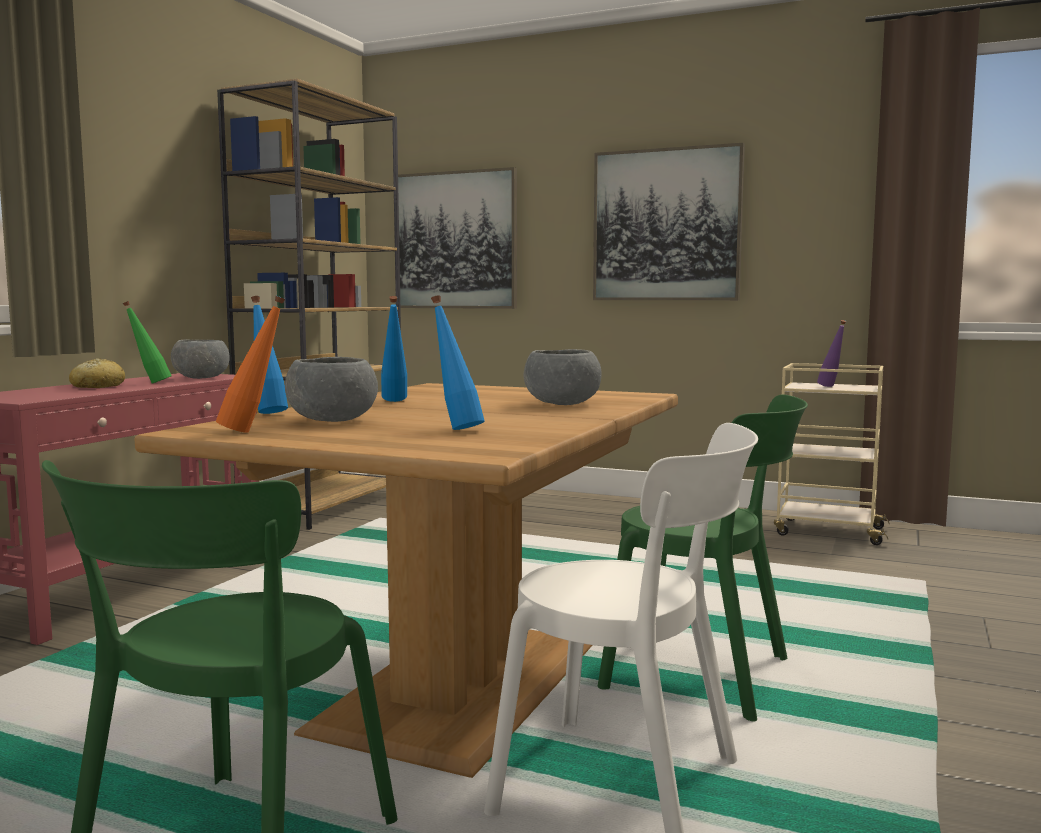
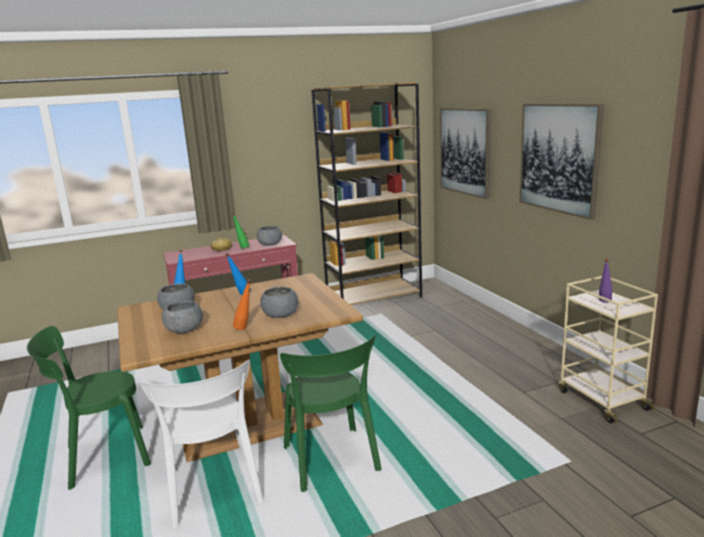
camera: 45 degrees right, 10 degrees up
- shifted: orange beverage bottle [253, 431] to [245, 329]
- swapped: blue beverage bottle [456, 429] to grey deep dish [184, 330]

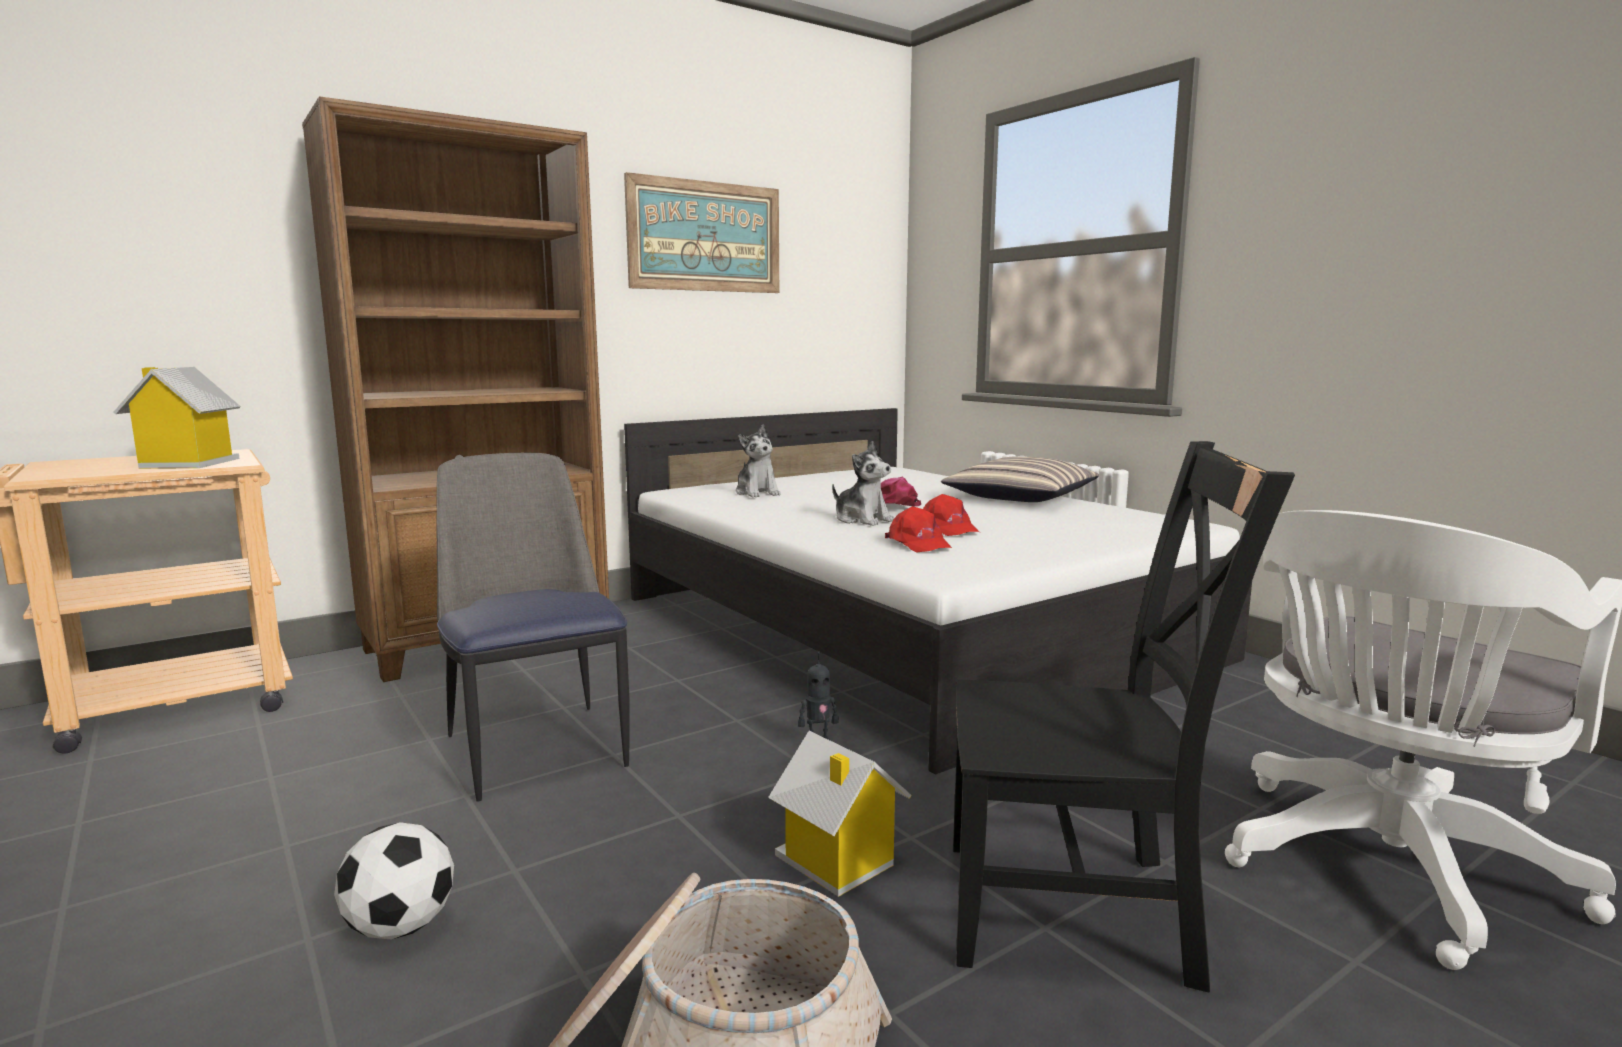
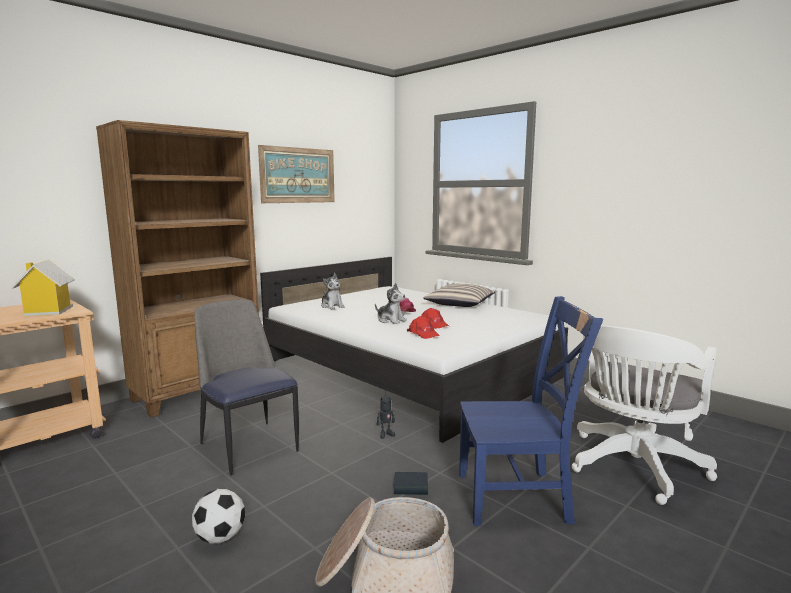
camera: 10 degrees left, 0 degrees up
- swapped: toy house [836, 863] to bound book [410, 487]
- repainted: black plain chair [1079, 911] to blue plain chair [518, 497]

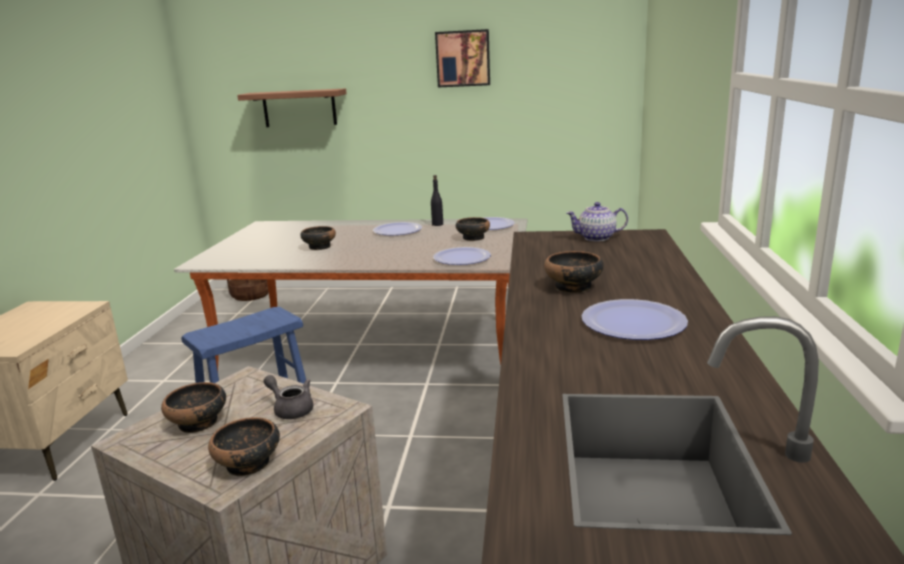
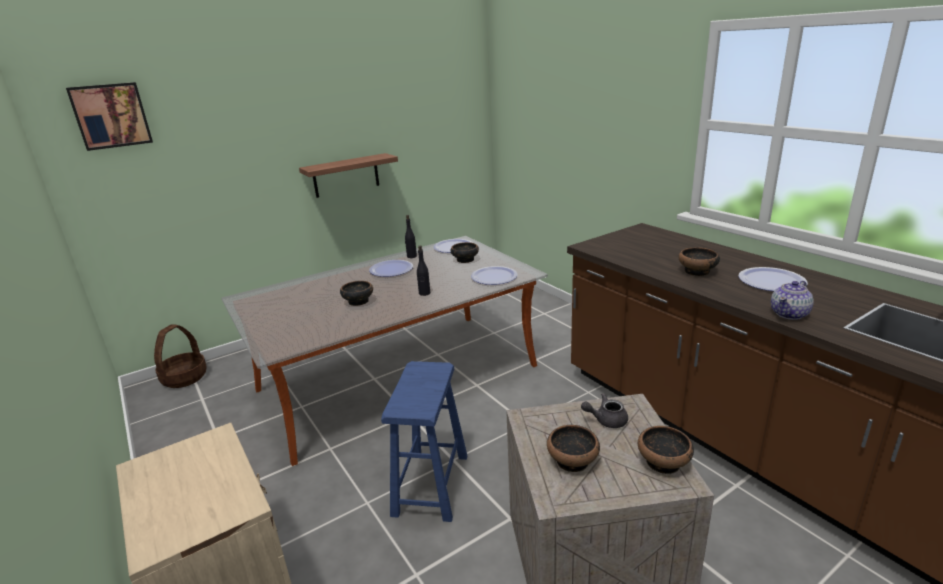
camera: 40 degrees left, 5 degrees up
- shifted: wall shelf [299, 108] to [346, 175]
- shifted: picture [463, 58] to [111, 116]
- shifted: teapot [597, 238] to [789, 314]
- new: black beverage bottle [424, 293]

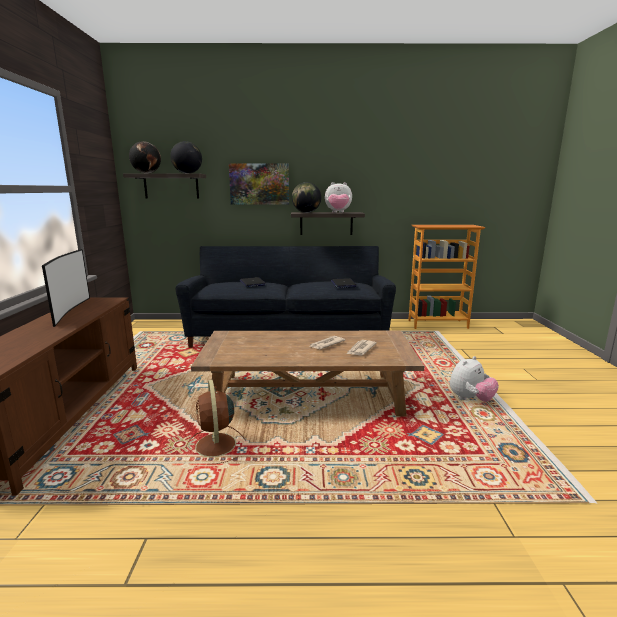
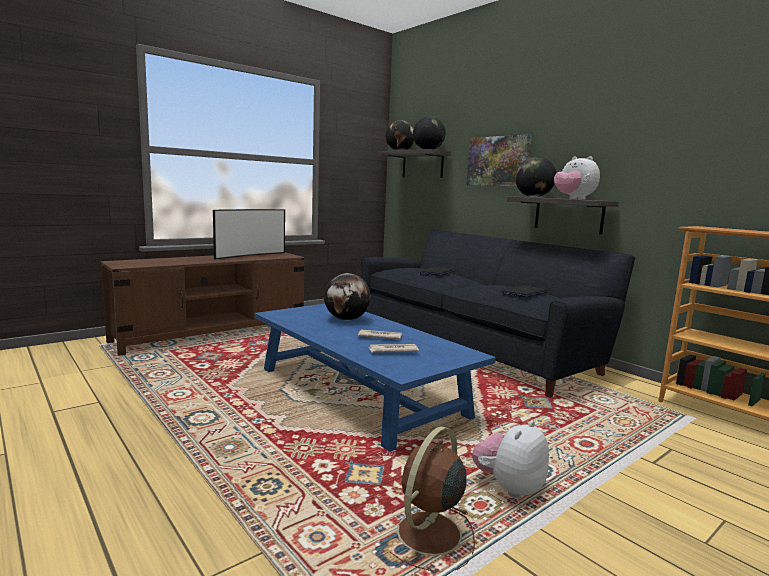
camera: 50 degrees right, 5 degrees down
- shifted: brown electric fan [216, 446] to [427, 535]
- repainted: brown coffee table [308, 394] to blue coffee table [360, 392]
- rotated: cuddly toy [470, 399] = [509, 488] 120 degrees clockwise
- new: globe [347, 319]

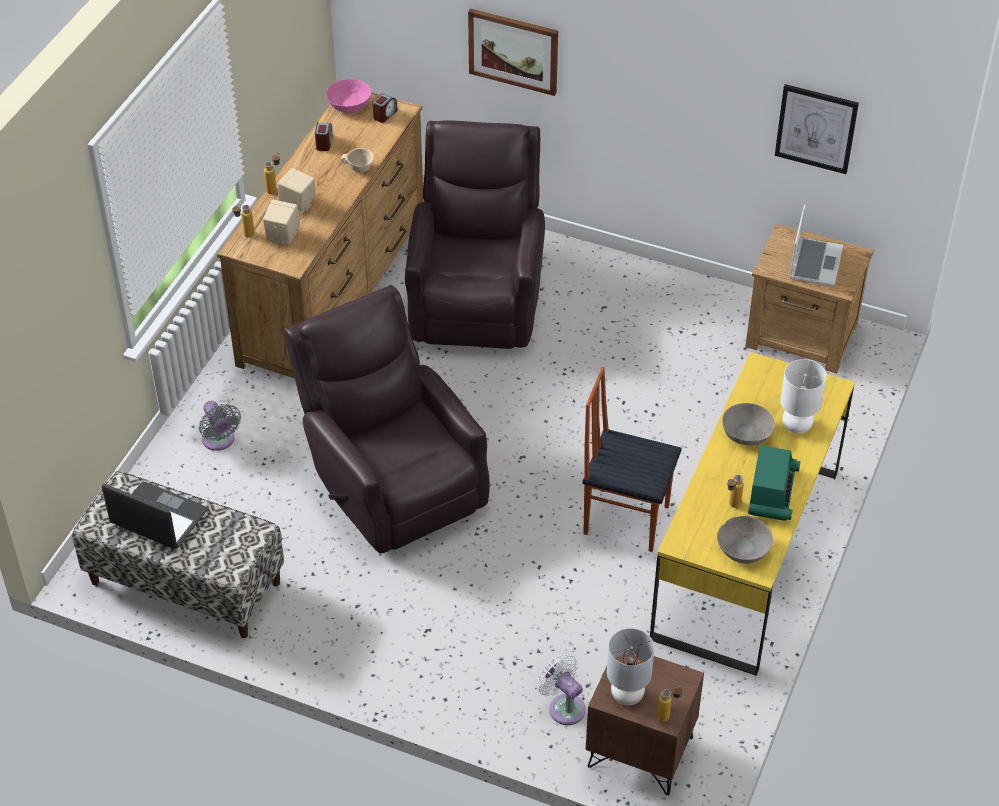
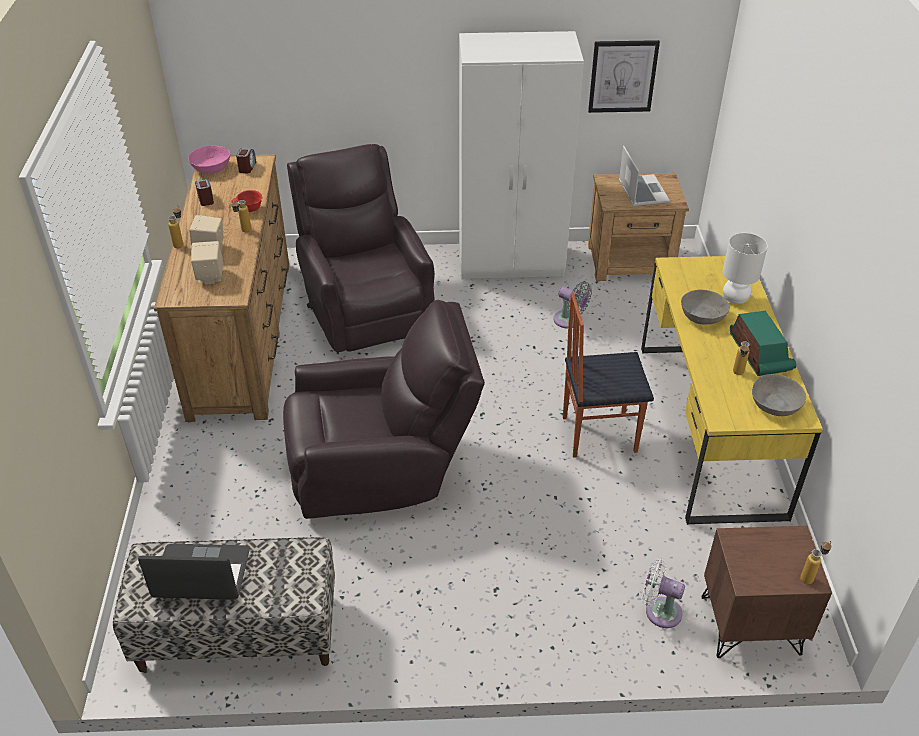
camera: 25 degrees left, 5 degrees down
- shifted: grey electric fan [219, 441] to [569, 321]
- shifted: beverage bottle [245, 235] to [243, 232]
- rotated: brown lounge chair [391, 478] = [382, 468] 135 degrees clockwise
- repainted: beige-coloured deep dish [360, 169] to red deep dish [250, 210]
- gone: picture [513, 50]
- gone: grey lamp for a table [627, 695]
- new: white-coloured armoire [512, 262]

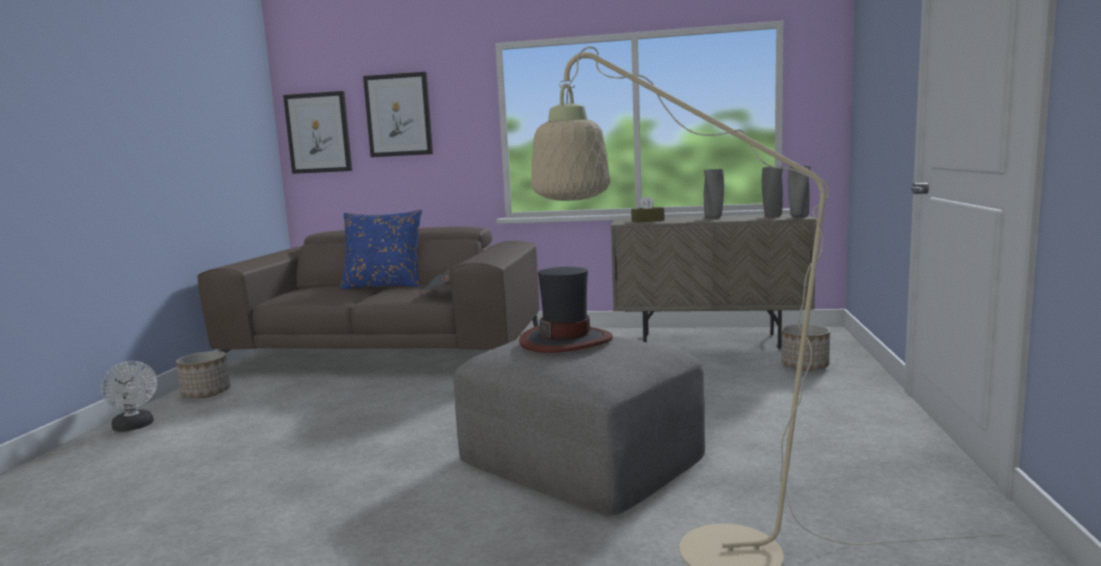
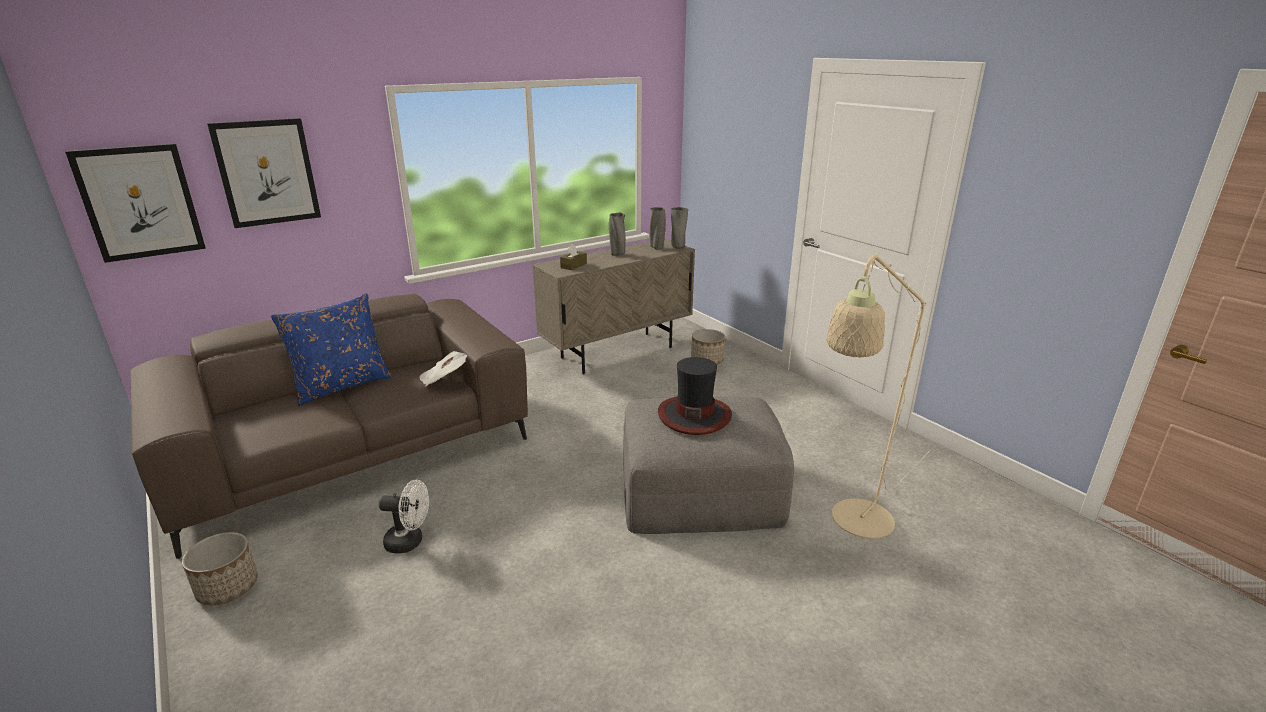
camera: 45 degrees left, 15 degrees up
- shifted: white-coloured electric fan [135, 427] to [410, 542]

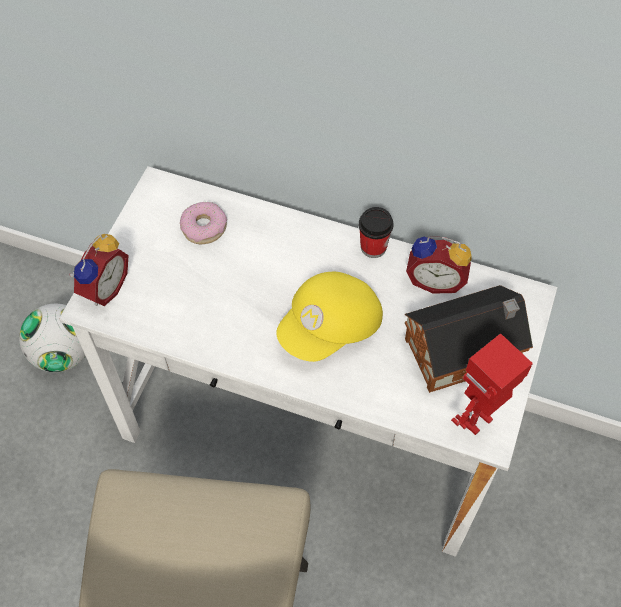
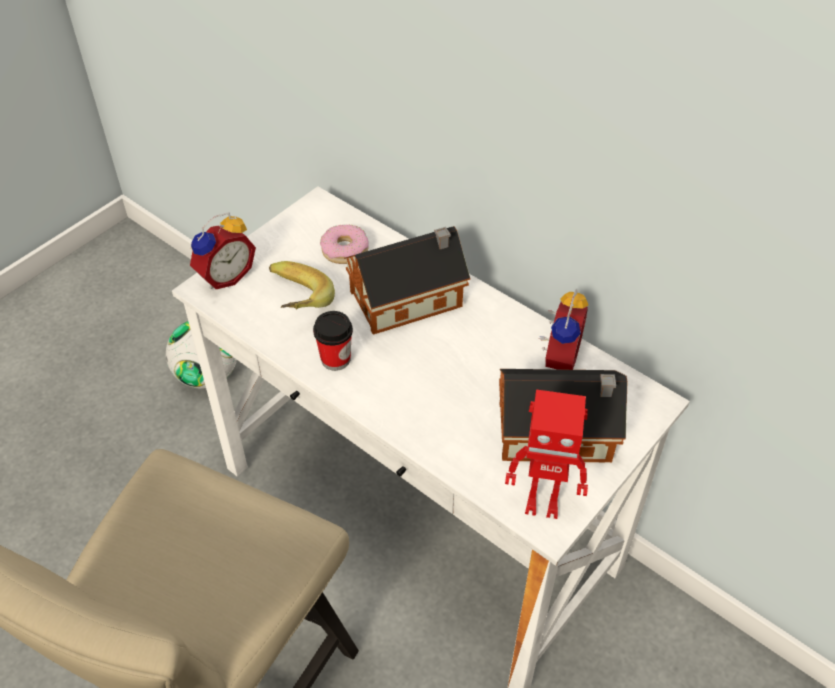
camera: 20 degrees right, 10 degrees down
- gone: yellow-coloured peaked cap [331, 328]
- shifted: drinking cup [373, 247] to [335, 359]
- rotated: alarm clock [435, 279] = [557, 357] 105 degrees counterclockwise
- rotated: model robot [477, 421] = [542, 503] 150 degrees counterclockwise
- new: banana [294, 304]
- new: toy house [411, 298]

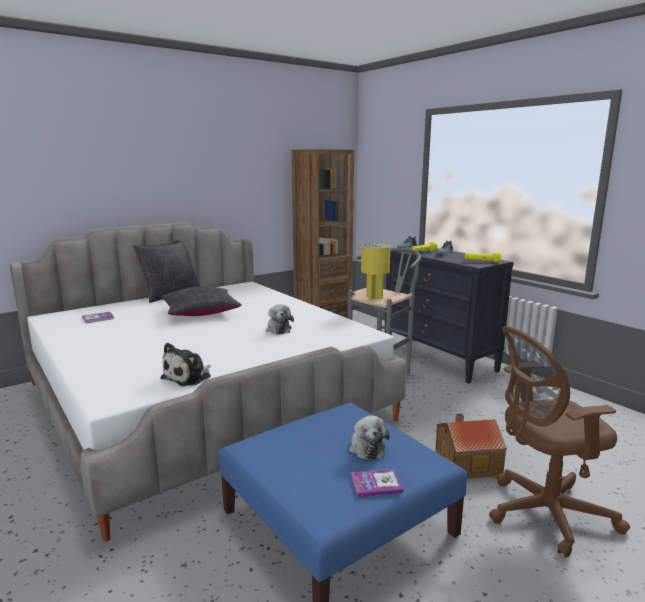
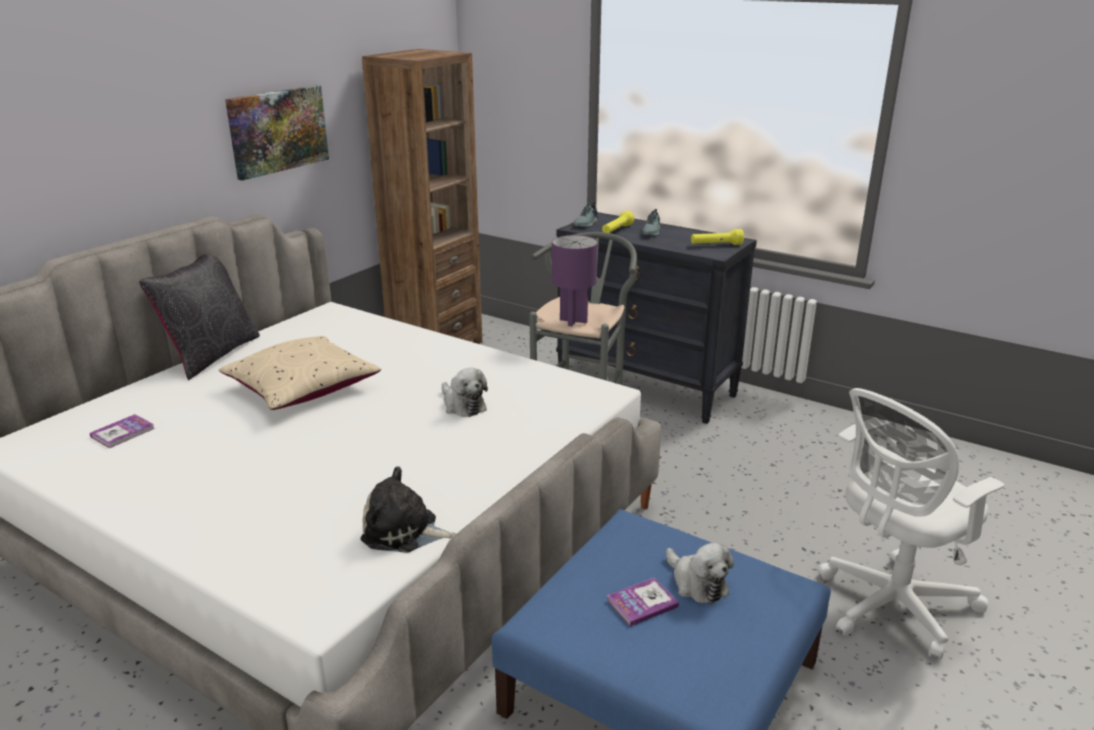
camera: 20 degrees left, 10 degrees up
- repainted: black cushion [200, 312] to beige-coloured cushion [303, 388]
- rotated: cuddly toy [189, 377] = [404, 532] 90 degrees clockwise
- shifted: bound book [376, 484] to [642, 603]
- repainted: yellow-coloured lamp for a table [374, 297] to purple lamp for a table [573, 321]
- gone: toy house [466, 462]
- repainted: brown office chair [543, 514] to white-coloured office chair [890, 607]
- new: picture [278, 130]

